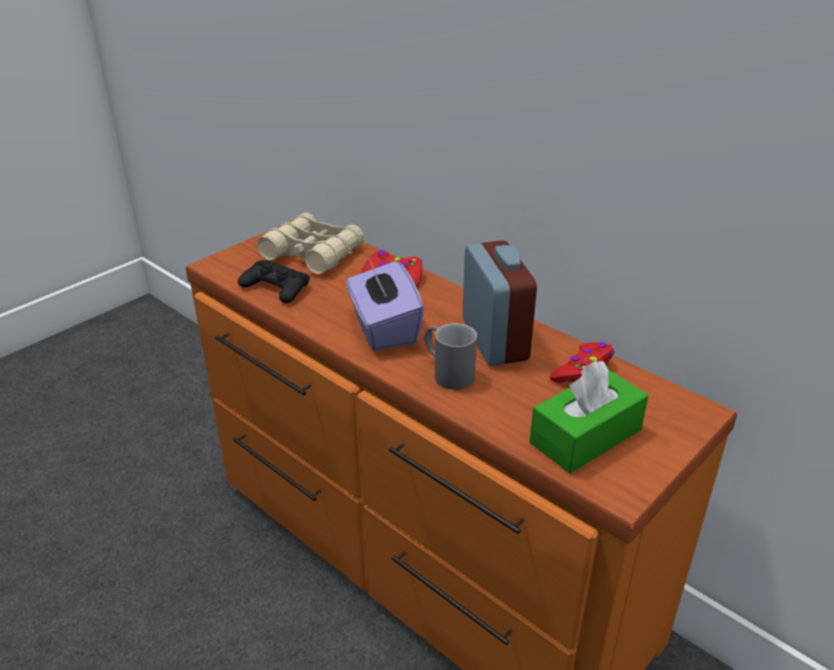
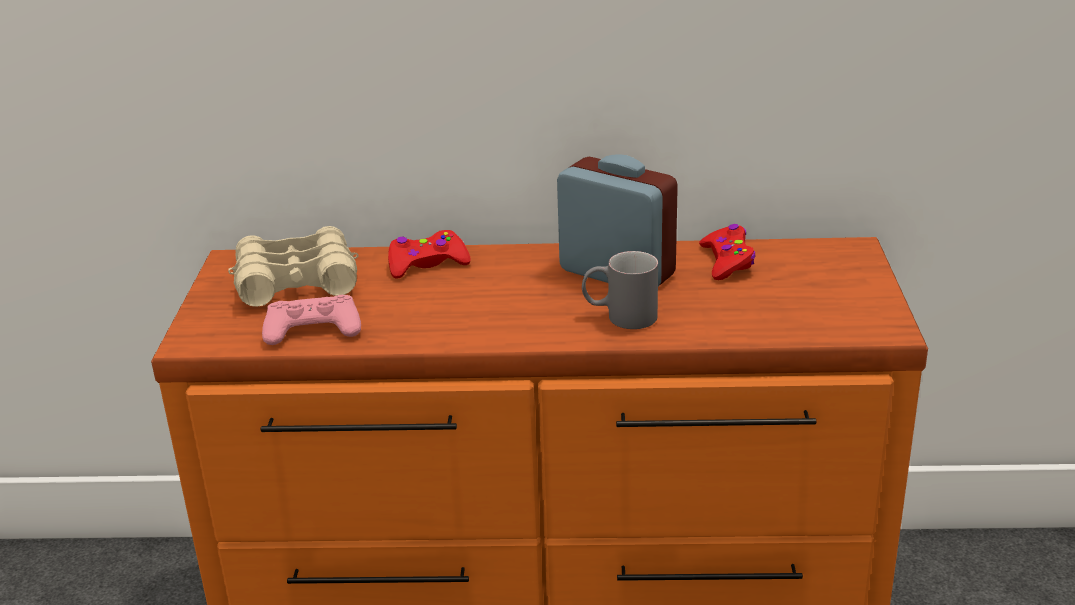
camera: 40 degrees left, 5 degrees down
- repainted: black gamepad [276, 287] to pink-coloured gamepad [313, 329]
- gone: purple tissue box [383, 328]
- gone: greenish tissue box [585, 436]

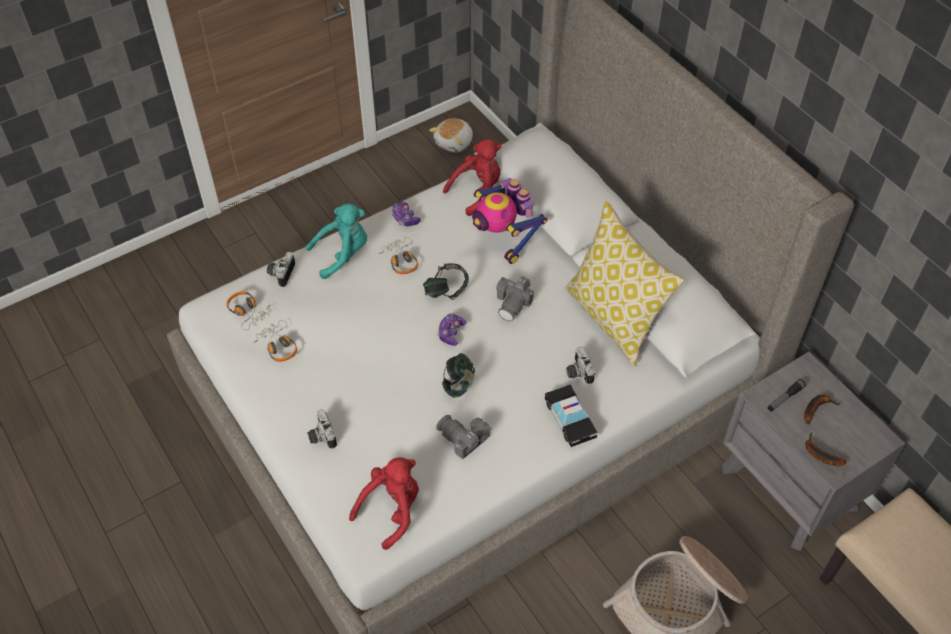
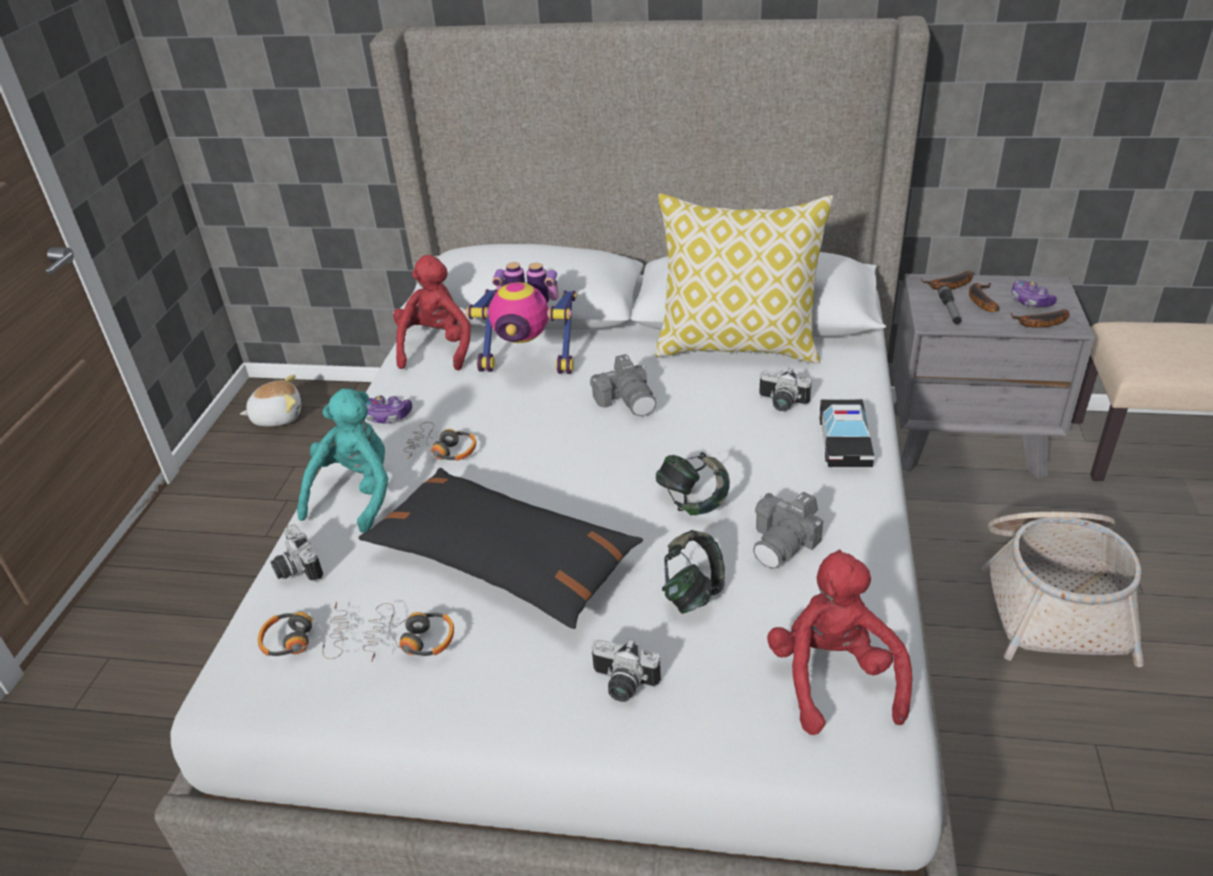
camera: 45 degrees left, 15 degrees down
- shifted: headphones [446, 292] to [693, 592]
- rotated: cuddly toy [454, 142] = [277, 416] 90 degrees counterclockwise
- rotated: still camera [463, 440] = [784, 543] 45 degrees counterclockwise
- shifted: gamepad [451, 333] to [1030, 301]
- rotated: model car [570, 420] = [844, 442] 75 degrees clockwise
- new: black cushion [503, 561]
- new: banana [948, 286]

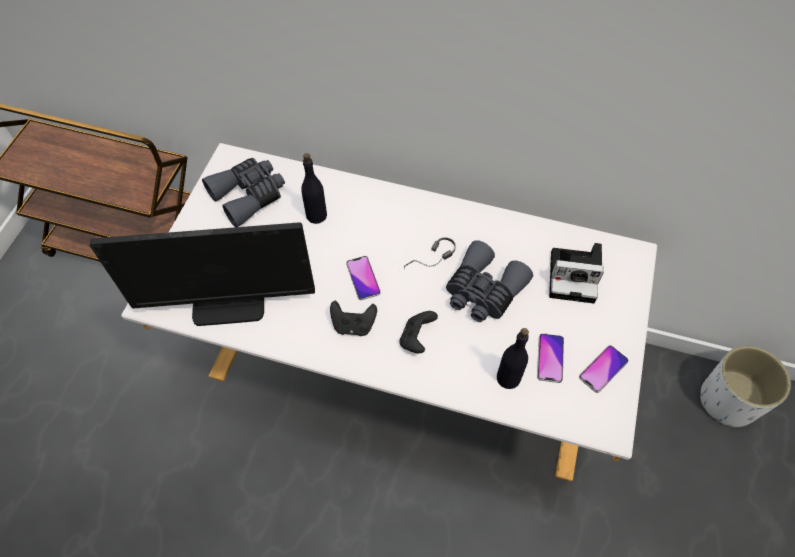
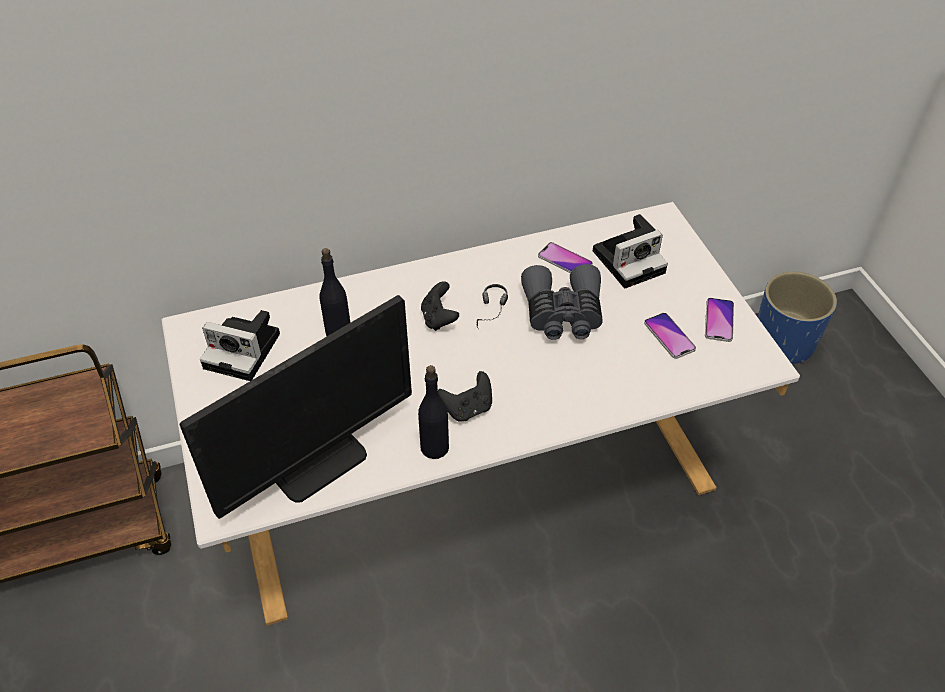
camera: 35 degrees left, 10 degrees down
- swapped: grey pair of binoculars [249, 195] to still camera [245, 351]
- shifted: telephone [363, 278] to [565, 260]
- shifted: black gamepad [416, 338] to [439, 318]
- shifted: black beverage bottle [508, 378] to [434, 447]
- repainted: white-coloured planter [728, 401] to blue planter [783, 343]

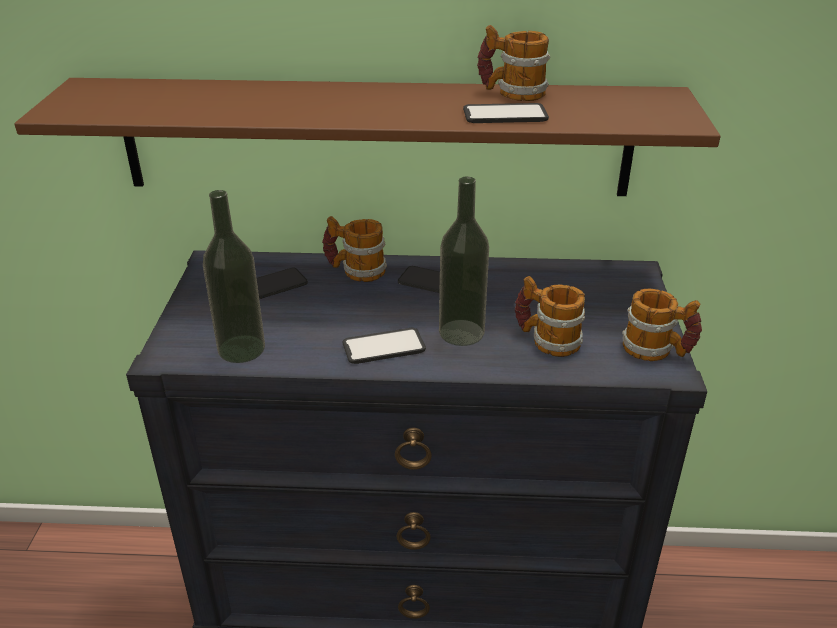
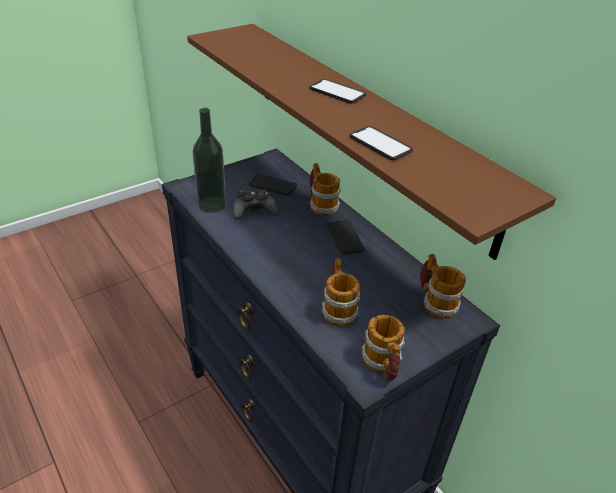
camera: 50 degrees right, 5 degrees up
- shifted: telephone [384, 347] to [337, 92]
- gone: beverage bottle [461, 332]
- shifted: mug [511, 93] to [435, 301]
- new: black gamepad [254, 210]

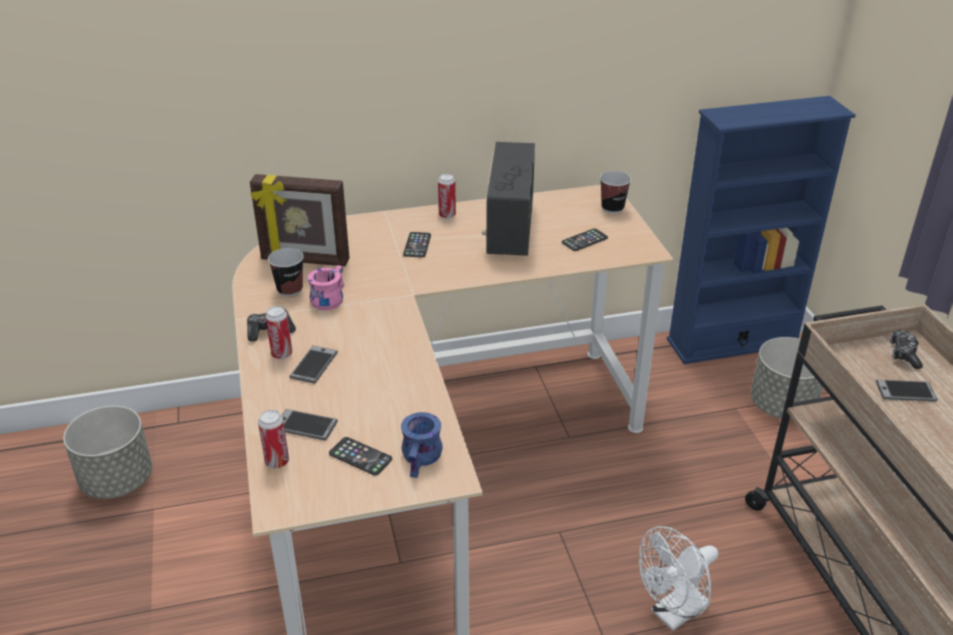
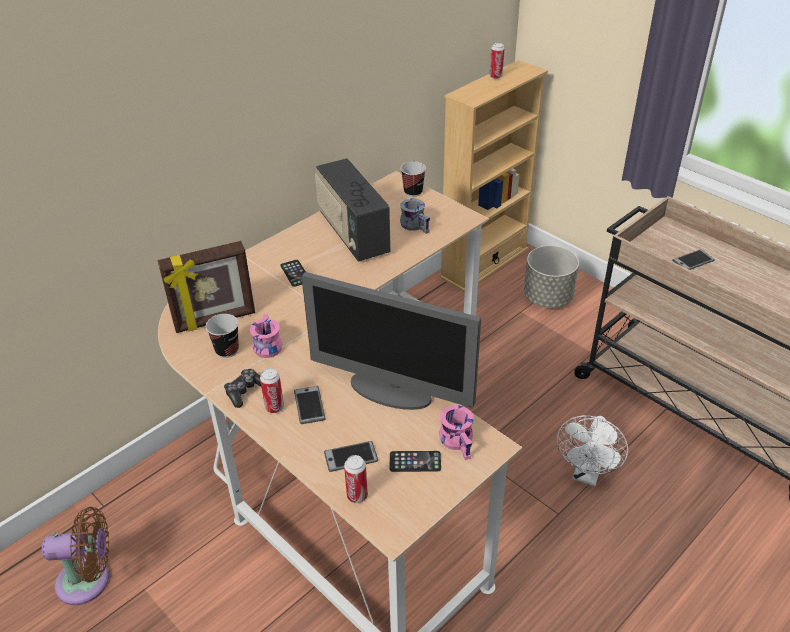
camera: 30 degrees left, 5 degrees up
- swapped: grey planter [117, 480] to brown electric fan [89, 581]
- repainted: blue mug [423, 457] to pink-coloured mug [460, 441]
- shifted: sealed can [447, 215] to [495, 76]
- swapped: telephone [584, 240] to grey mug [416, 225]
- repainted: blue shelving unit [732, 342] to beige-coloured shelving unit [484, 263]
- gone: gamepad [904, 354]
- new: computer display [391, 391]

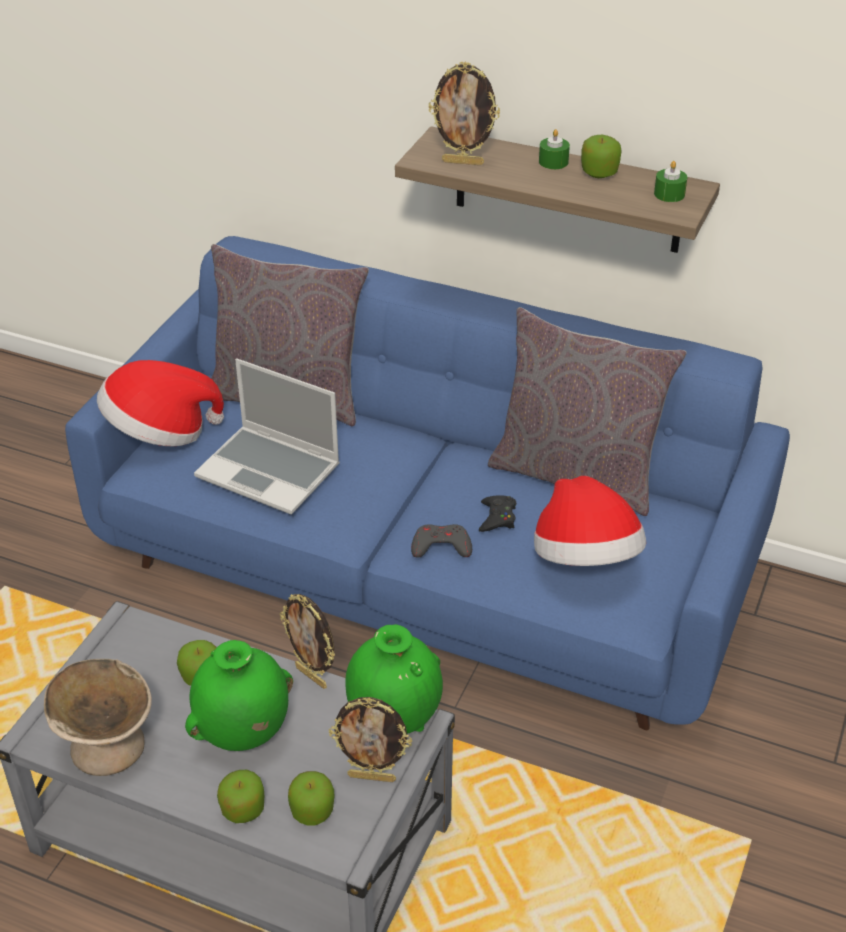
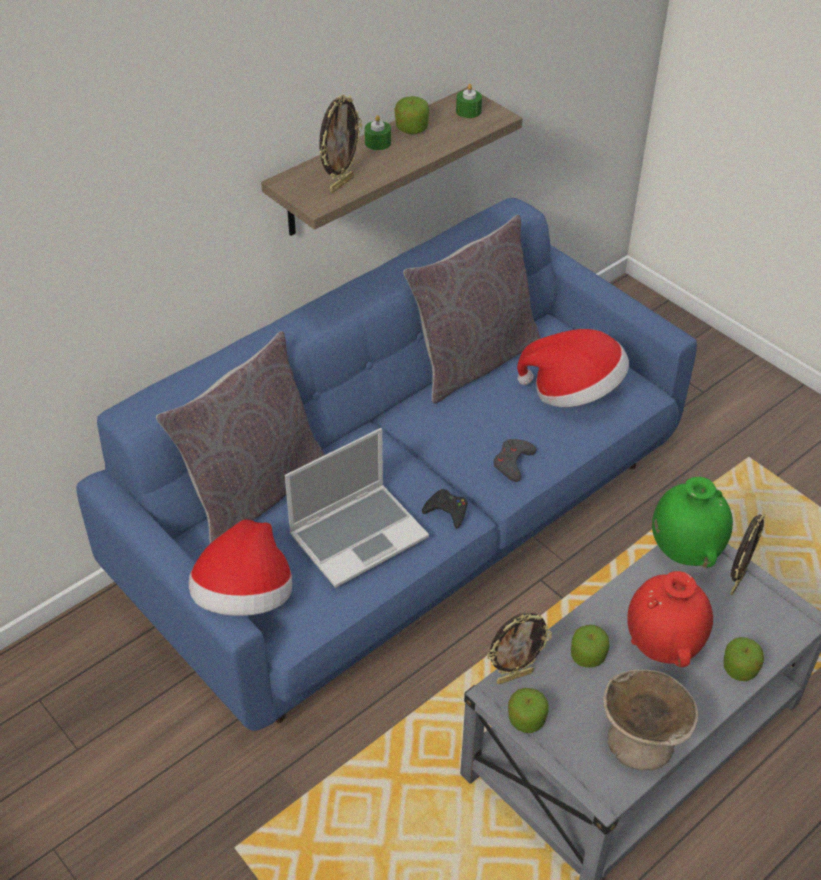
camera: 65 degrees left, 5 degrees up
- repainted: greenish vase [243, 734] to red vase [662, 646]
- shifted: photo frame [312, 676] to [514, 676]
- shifted: apple fruit [312, 810] to [526, 719]
- shifted: black gamepad [497, 517] to [447, 511]

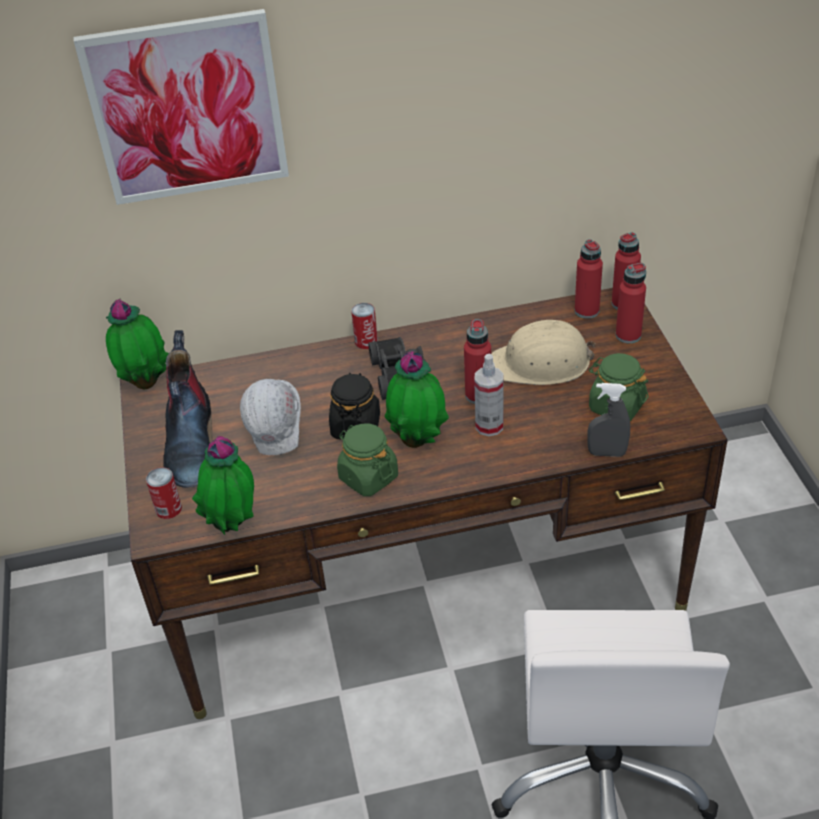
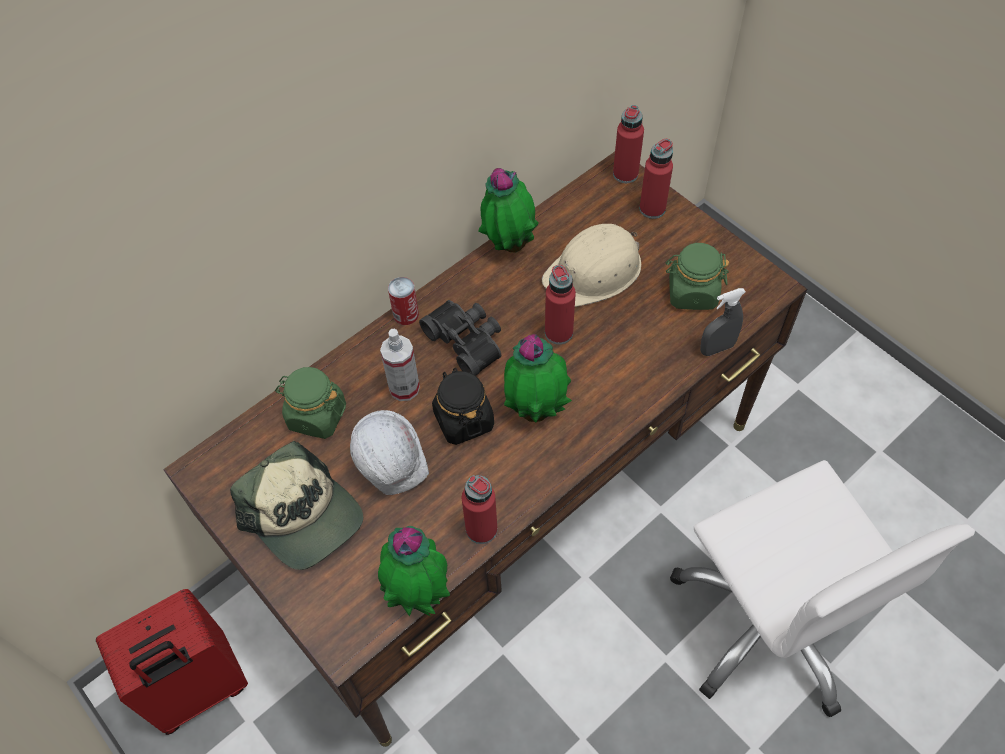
camera: 30 degrees left, 15 degrees up
- gone: picture [187, 108]
- shifted: houseplant [146, 382] to [509, 244]
- gone: sealed can [168, 509]
- swapped: boot [191, 443] to peaked cap [303, 516]
- shifted: greenish storage jar [368, 477] to [316, 416]
- shifted: sprayer [489, 426] to [404, 388]
- shifted: red beverage bottle [586, 311] to [481, 529]
- new: red suitcase [199, 689]

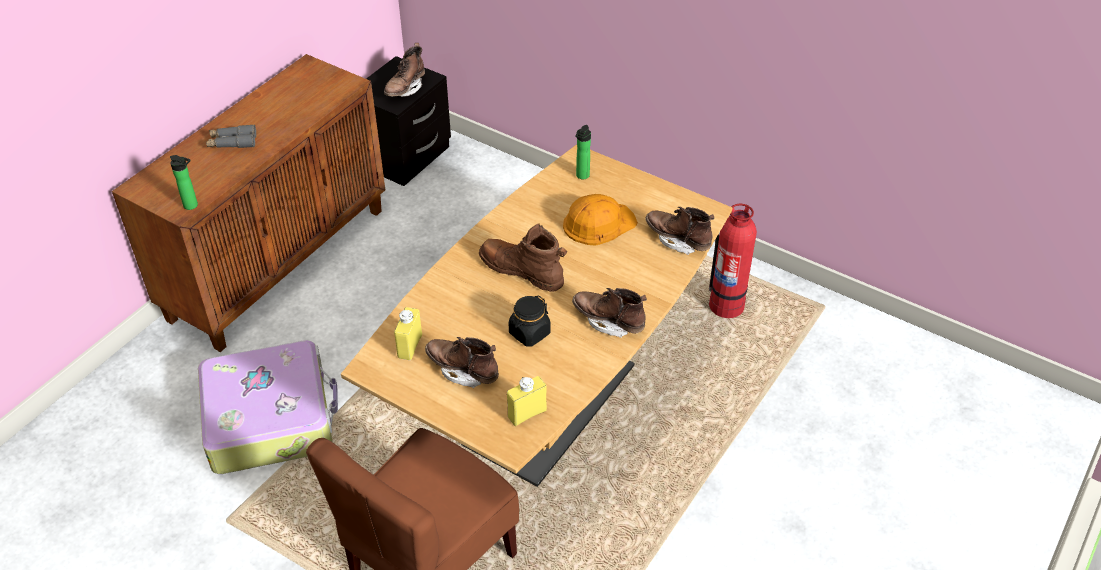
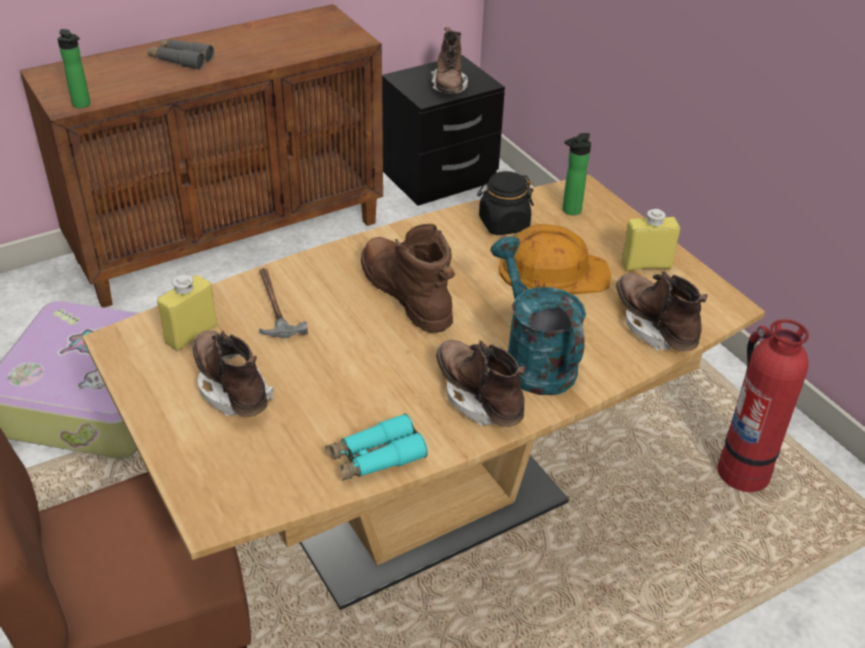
camera: 25 degrees right, 5 degrees down
- rotated: brown boot [405, 89] = [449, 87] 60 degrees counterclockwise
- shifted: yellow-coloured beverage bottle [527, 414] to [646, 265]
- shifted: black storage jar [529, 333] to [503, 224]
- new: hand hammer [273, 305]
- new: turquoise-coloured pair of binoculars [375, 458]
- new: turquoise-coloured watering pot [533, 359]

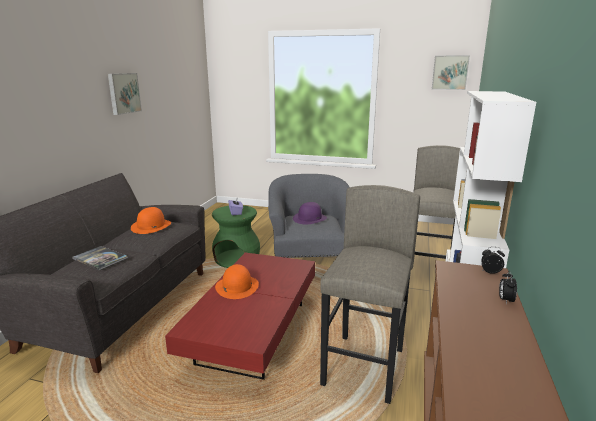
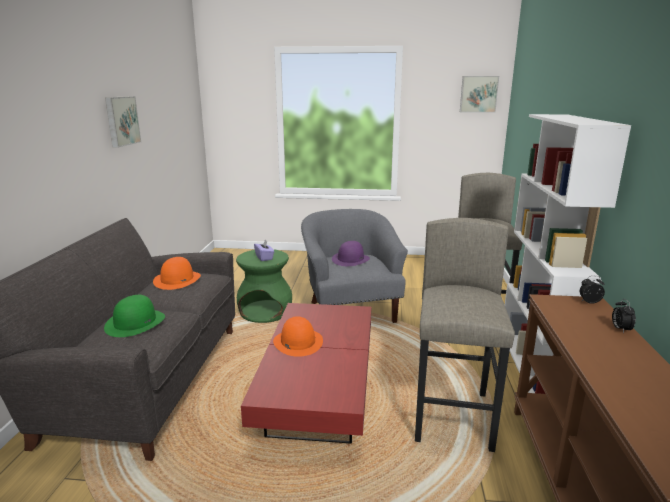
camera: 10 degrees left, 0 degrees up
- swapped: bound book [100, 258] to greenish clothing hat [135, 322]

